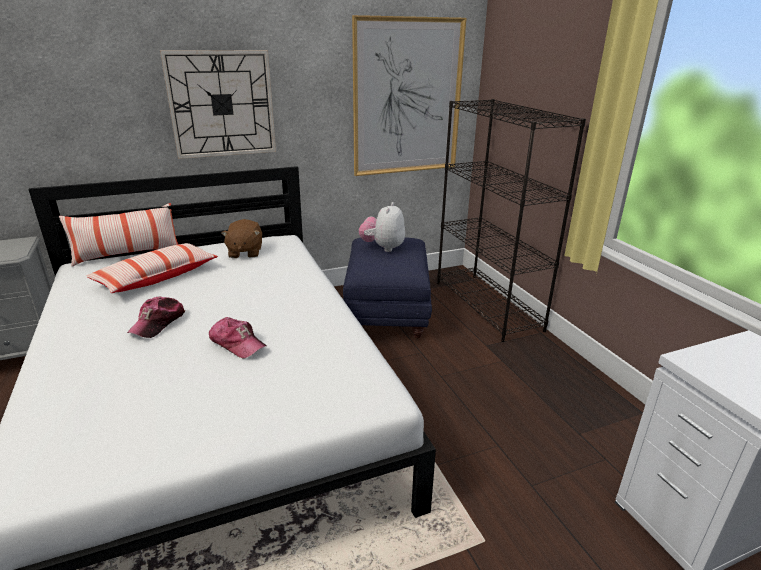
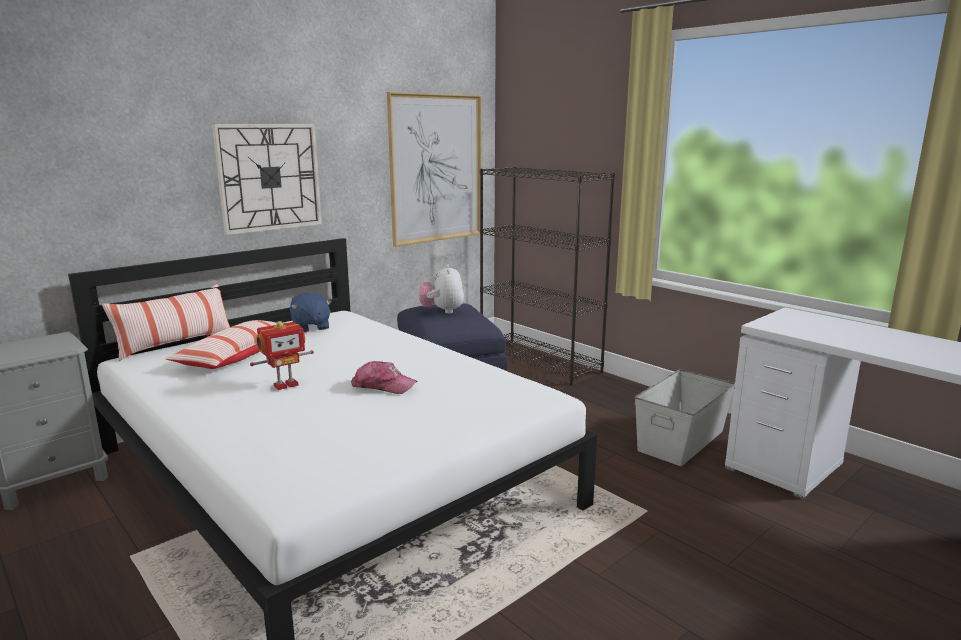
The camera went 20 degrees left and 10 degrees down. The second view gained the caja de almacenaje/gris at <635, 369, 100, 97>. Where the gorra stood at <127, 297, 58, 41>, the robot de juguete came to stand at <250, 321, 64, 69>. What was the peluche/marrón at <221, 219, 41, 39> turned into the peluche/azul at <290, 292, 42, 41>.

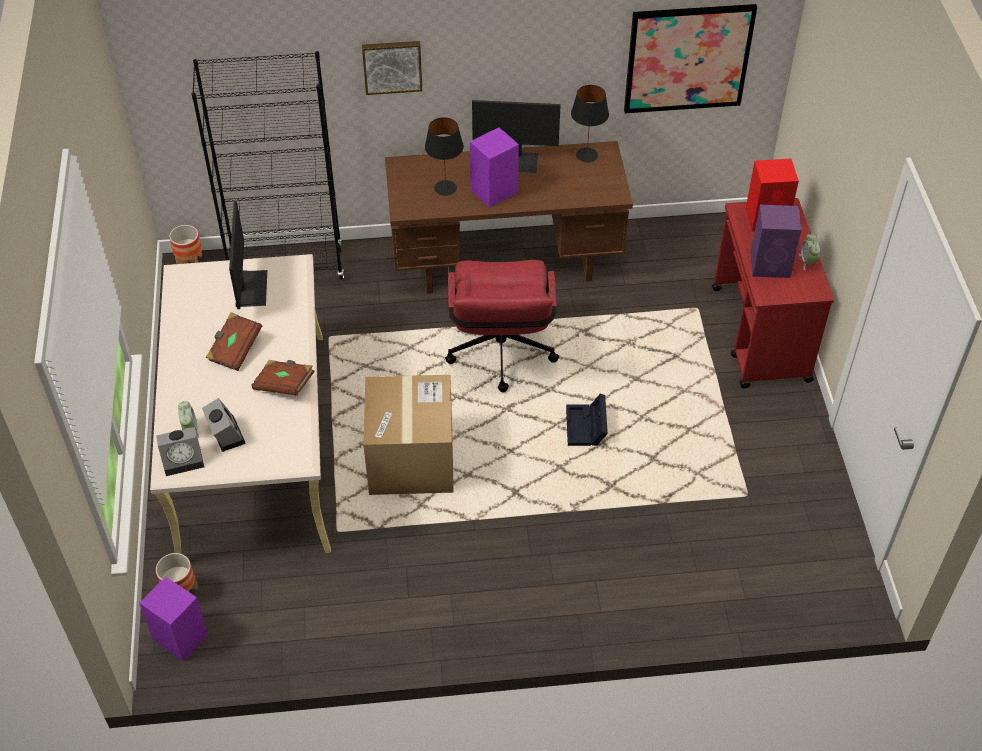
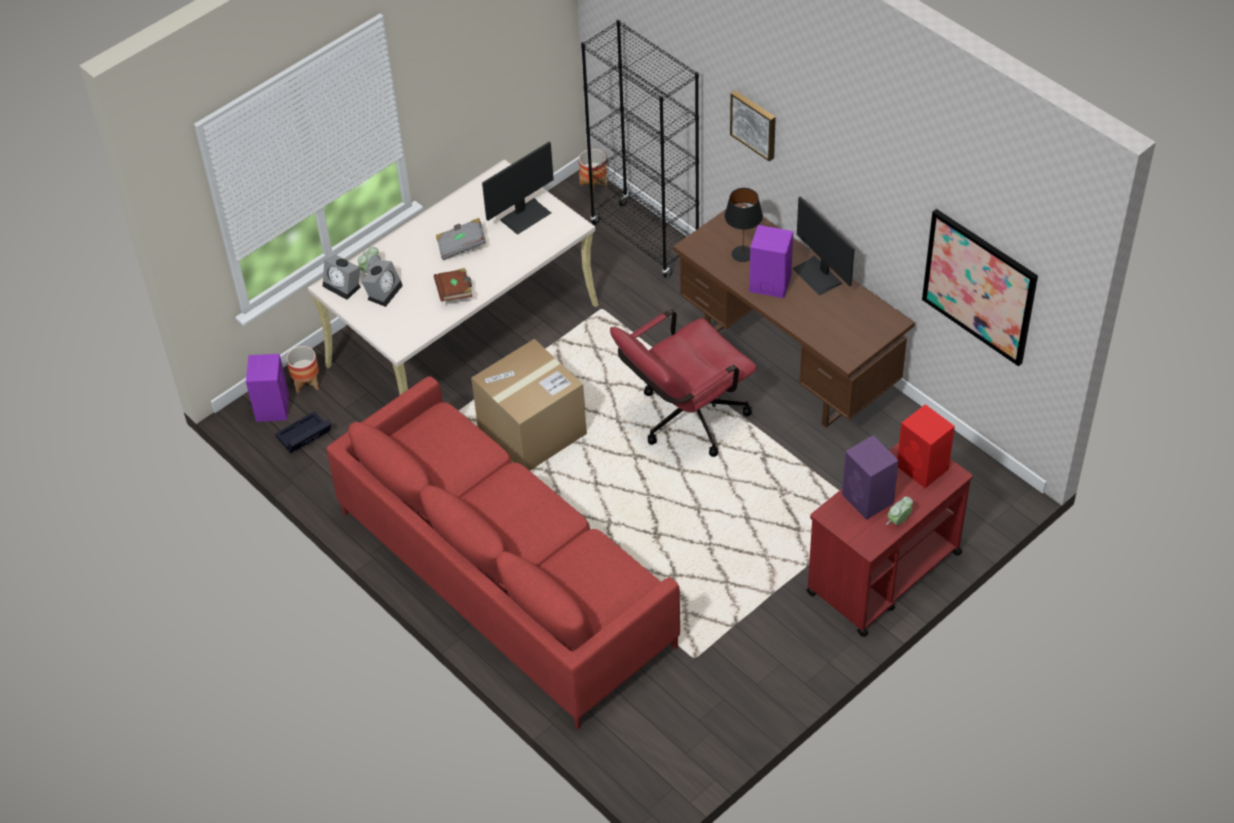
The camera went 55 degrees right and 0 degrees up. The second view lost the lámpara de mesa/negro at <571, 85, 38, 77>. The second view gained the sofá/rojo at <326, 376, 354, 353>. The caja de almacenaje/negro ended up elsewhere, having gone from <566, 394, 42, 52> to <275, 411, 57, 42>. What was the libro/marrón at <206, 312, 56, 59> turned into the libro/gris at <436, 218, 50, 43>.

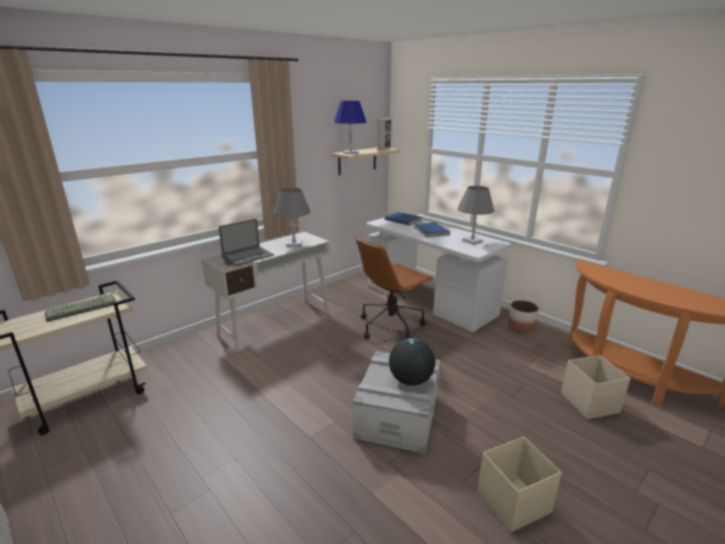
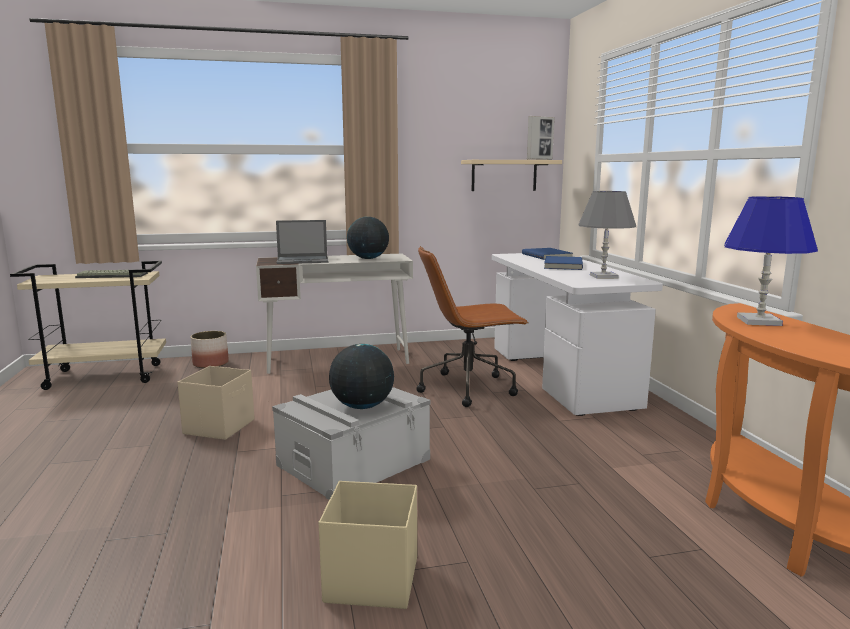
The camera went 30 degrees right and 10 degrees down. The lámpara de mesa/azul ended up elsewhere, having gone from <334, 101, 33, 53> to <724, 196, 94, 130>. The maceta ended up elsewhere, having gone from <508, 300, 31, 33> to <191, 331, 38, 37>. The caja de almacenaje/beis ended up elsewhere, having gone from <561, 355, 69, 64> to <177, 366, 77, 74>. Where the lámpara de mesa/gris stood at <274, 188, 37, 59>, the globo terráqueo came to stand at <347, 217, 42, 42>.

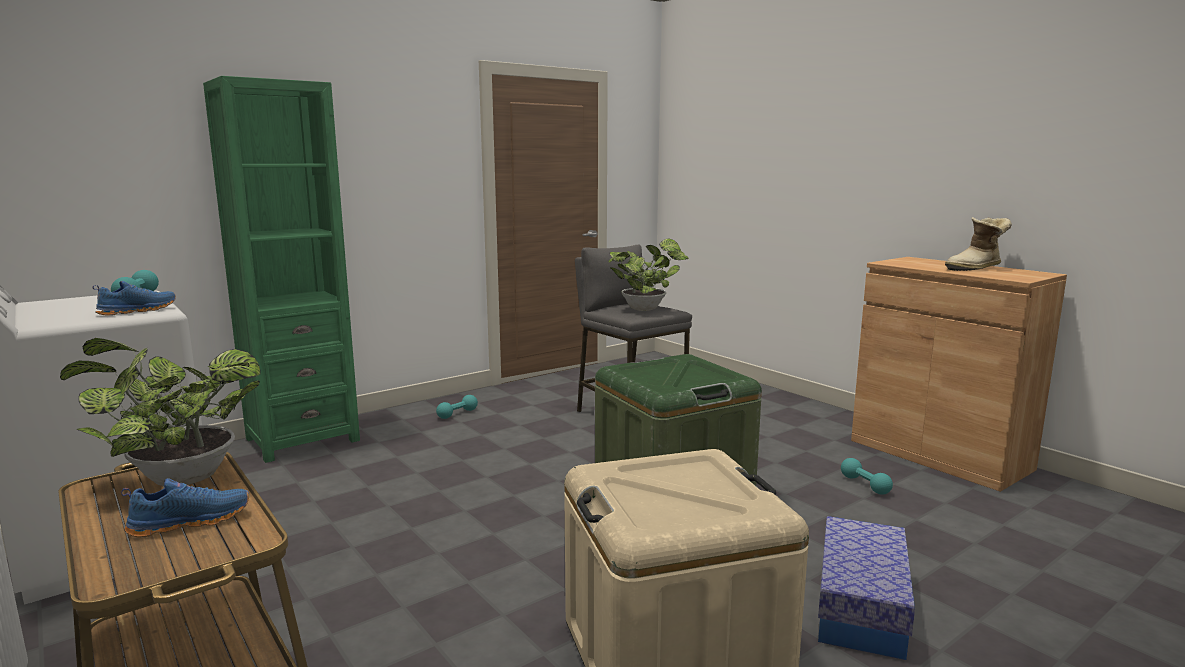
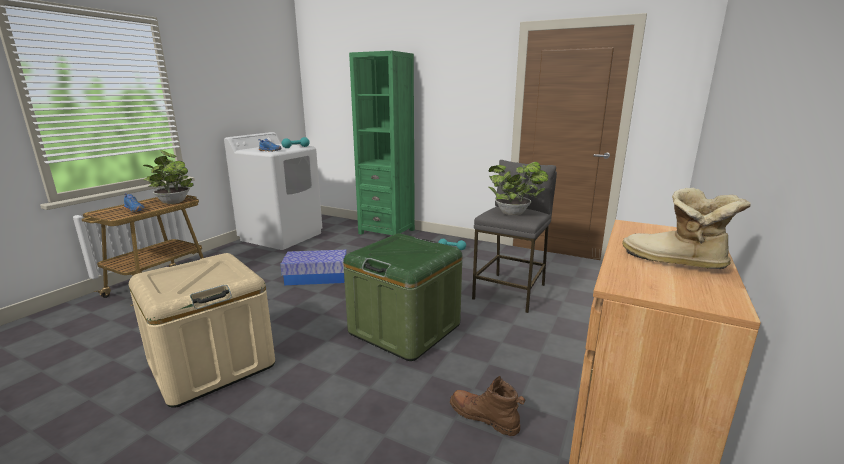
The camera went 65 degrees right and 5 degrees up. The caja de almacenaje ended up elsewhere, having gone from <818, 516, 97, 144> to <280, 250, 67, 35>. Where the mancuerna/turquesa stood at <841, 458, 52, 37>, the bota/marrón came to stand at <450, 376, 75, 60>.

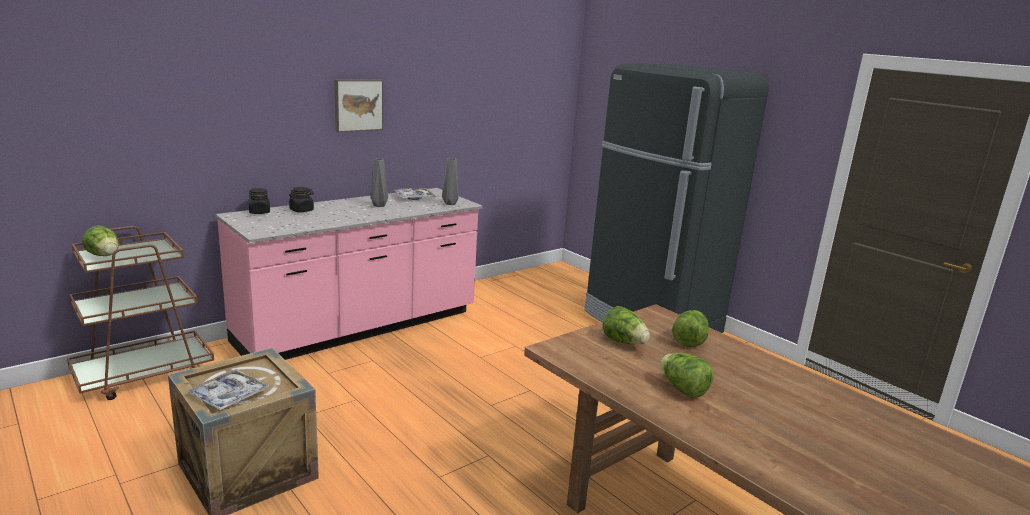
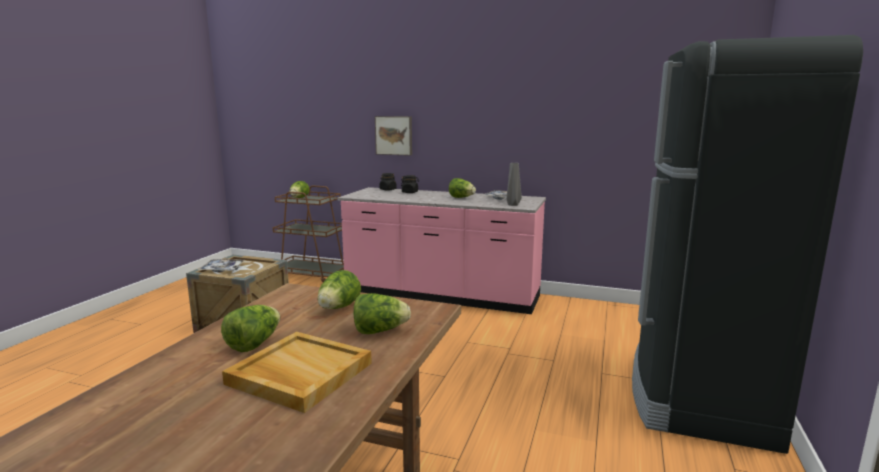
The camera went 60 degrees right and 5 degrees down. The second view gained the bandeja/beis at <222, 332, 150, 81>. The cuadro ended up elsewhere, having gone from <334, 79, 49, 53> to <375, 116, 37, 40>. Where the florero/gris stood at <371, 158, 17, 49>, the lechuga came to stand at <449, 178, 27, 20>.

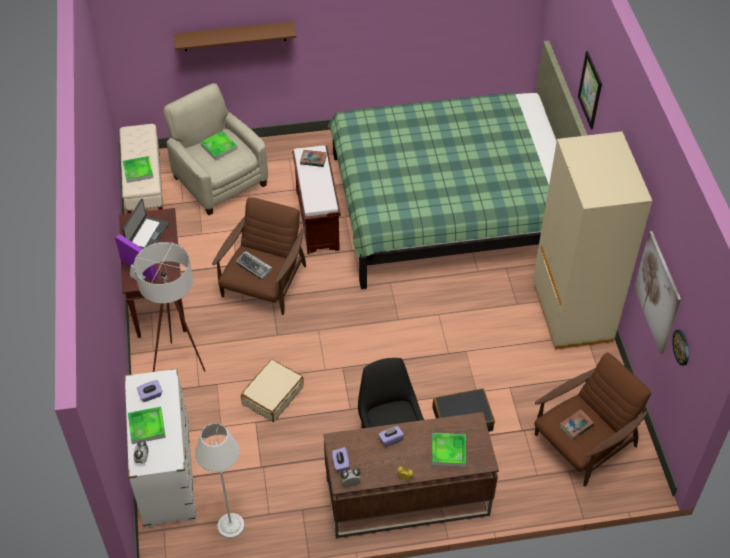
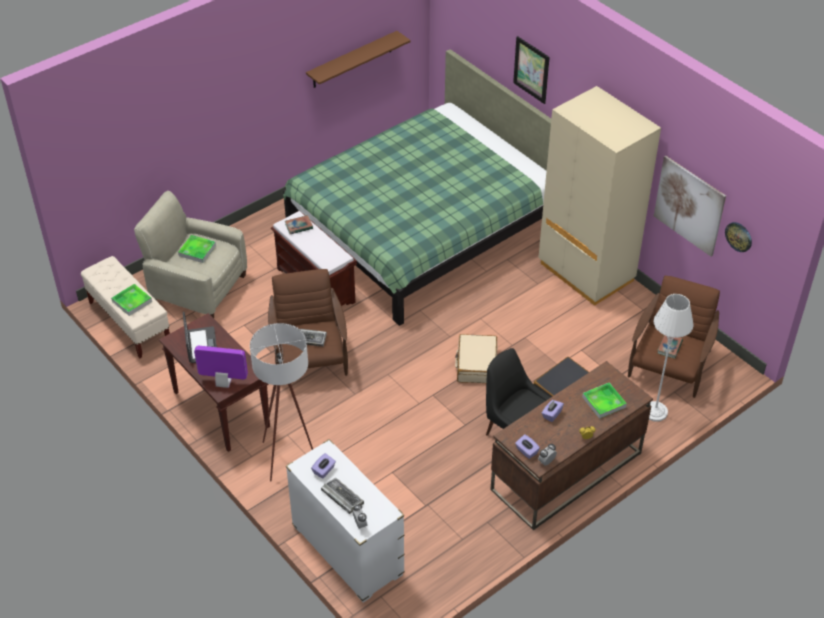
The camera went 30 degrees left and 5 degrees down. The estante/marrón ended up elsewhere, having gone from <174, 21, 122, 30> to <306, 31, 105, 57>. The lámpara de pie/blanco ended up elsewhere, having gone from <195, 423, 50, 116> to <649, 294, 45, 128>. The maleta/beis ended up elsewhere, having gone from <241, 359, 63, 63> to <455, 334, 43, 49>. Where the bandeja stood at <128, 407, 38, 37>, the teclado came to stand at <321, 478, 43, 36>.

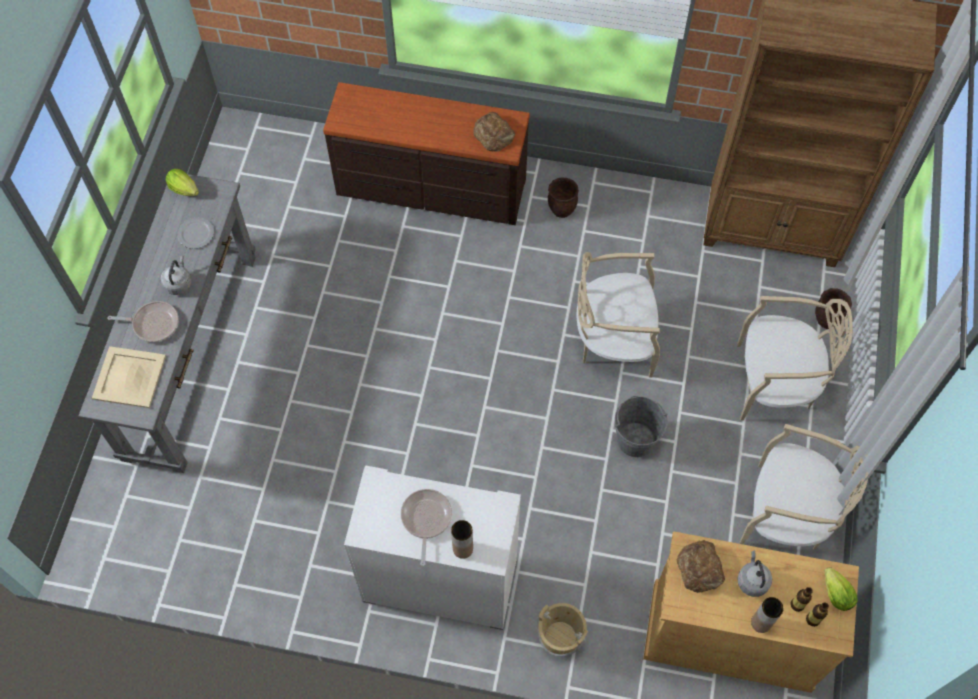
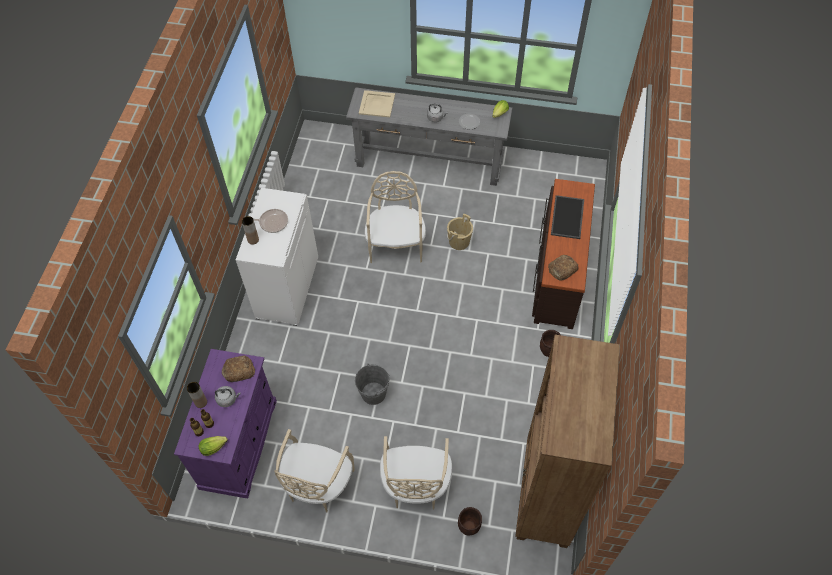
The camera went 90 degrees right and 5 degrees down. The second view lost the sartén at <107, 301, 72, 41>. The second view gained the bandeja at <551, 195, 33, 44>. The cubo/beis ended up elsewhere, having gone from <537, 603, 51, 54> to <447, 214, 26, 36>. The silla/beis ended up elsewhere, having gone from <577, 252, 83, 126> to <364, 171, 62, 92>. What was the armario/beis at <643, 531, 216, 162> turned into the armario/morado at <174, 349, 103, 149>.

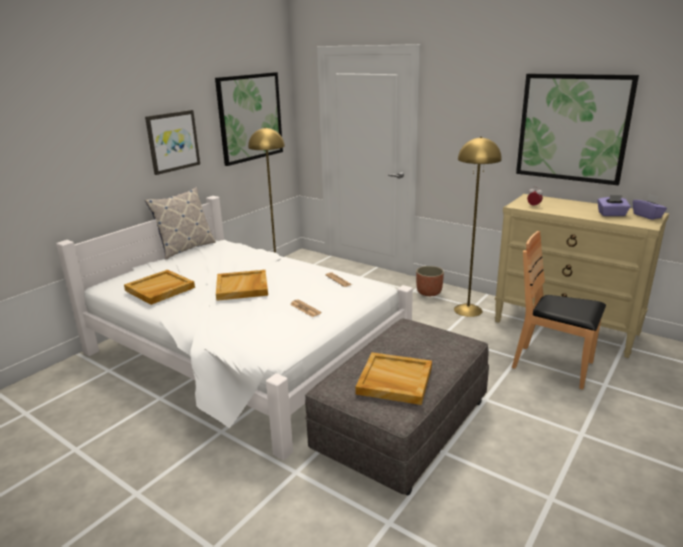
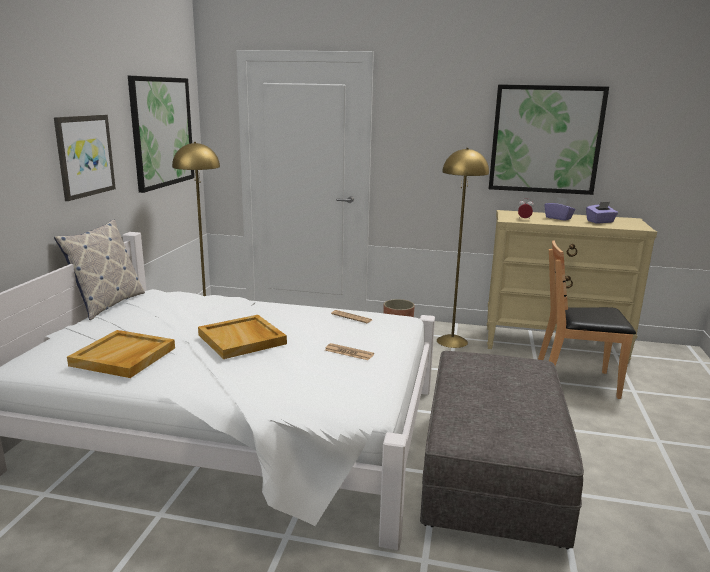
The camera went 25 degrees left and 5 degrees down. The second view lost the bandeja/beis at <355, 352, 77, 53>. The caja de pañuelos/morado ended up elsewhere, having gone from <633, 194, 34, 26> to <544, 197, 31, 24>.

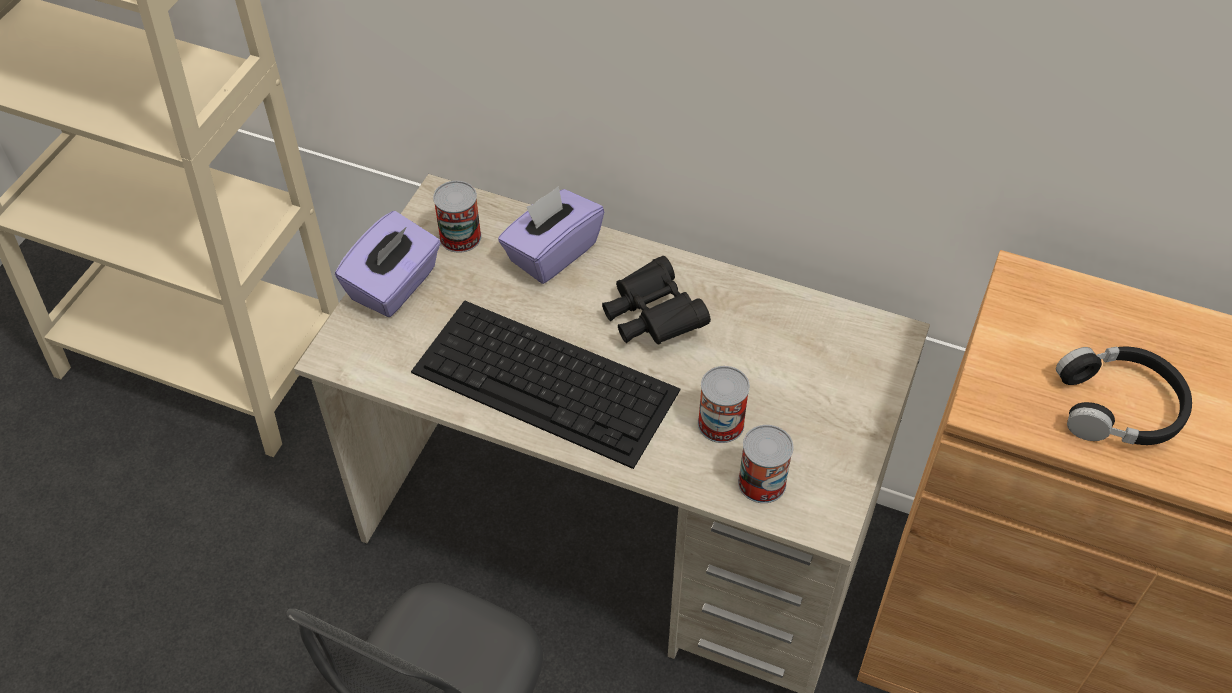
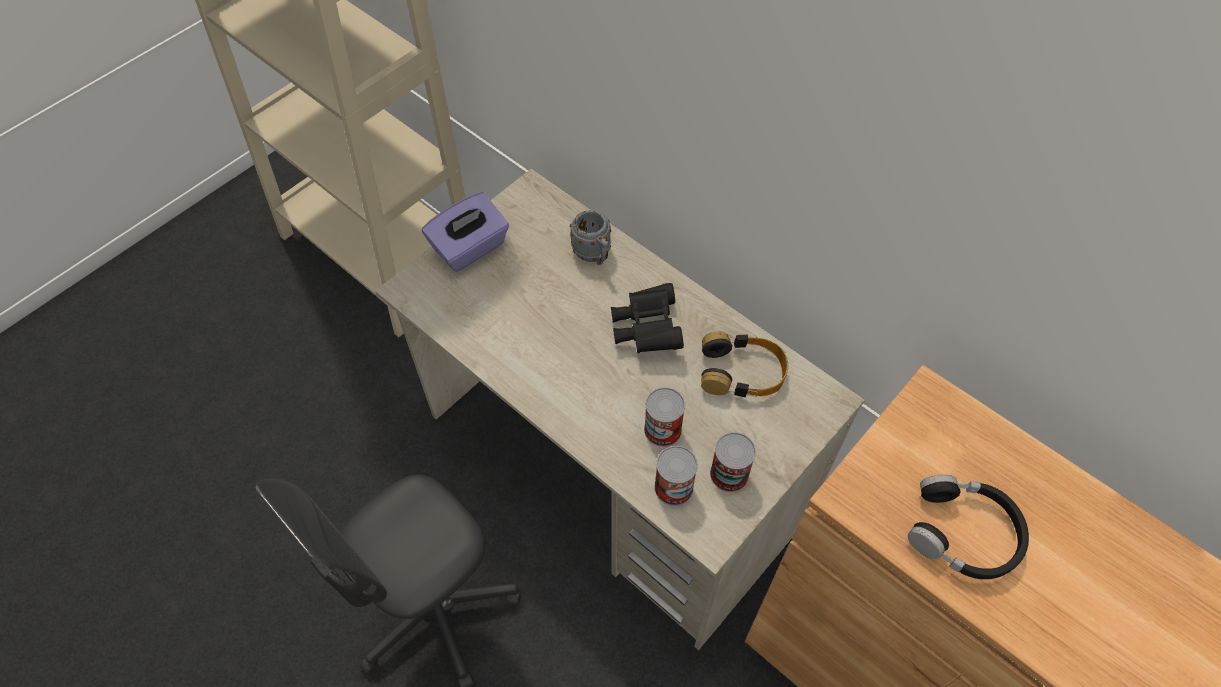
The camera went 20 degrees right and 5 degrees up. The second view lost the teclado at <411, 300, 269, 169>. The second view gained the auriculares at <701, 332, 87, 65>. The lata ended up elsewhere, having gone from <433, 181, 49, 72> to <710, 432, 46, 60>. Where the caja de pañuelos/morado stood at <498, 186, 106, 98>, the taza grande/gris came to stand at <570, 210, 41, 55>.

